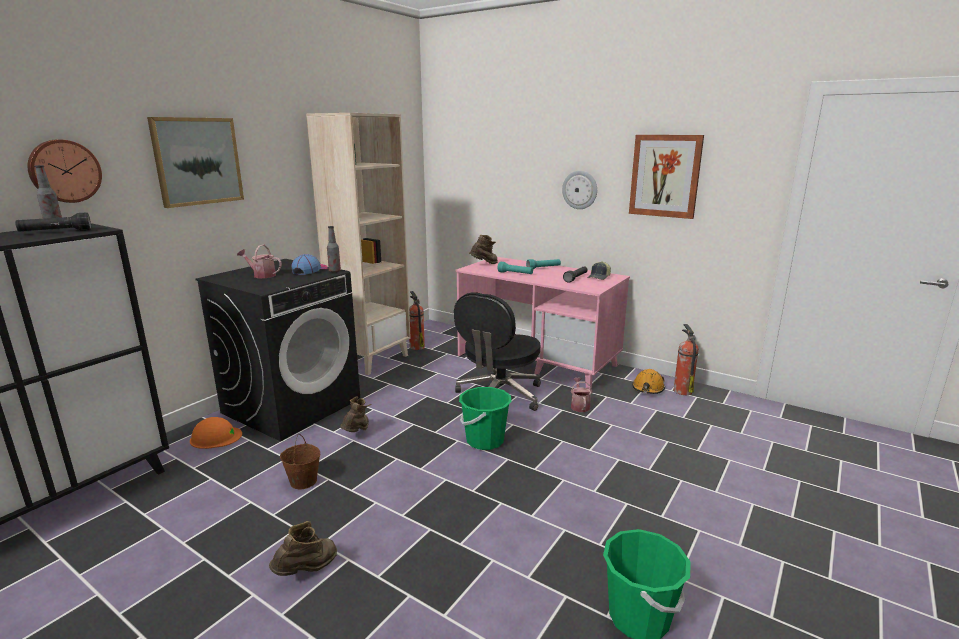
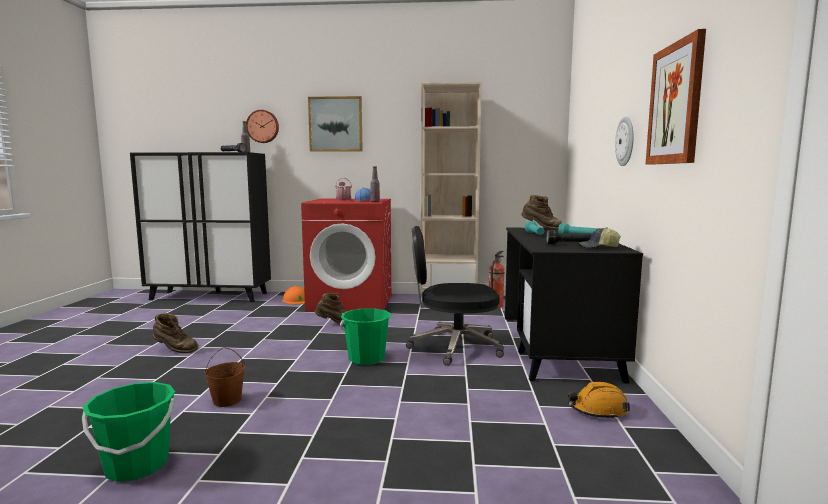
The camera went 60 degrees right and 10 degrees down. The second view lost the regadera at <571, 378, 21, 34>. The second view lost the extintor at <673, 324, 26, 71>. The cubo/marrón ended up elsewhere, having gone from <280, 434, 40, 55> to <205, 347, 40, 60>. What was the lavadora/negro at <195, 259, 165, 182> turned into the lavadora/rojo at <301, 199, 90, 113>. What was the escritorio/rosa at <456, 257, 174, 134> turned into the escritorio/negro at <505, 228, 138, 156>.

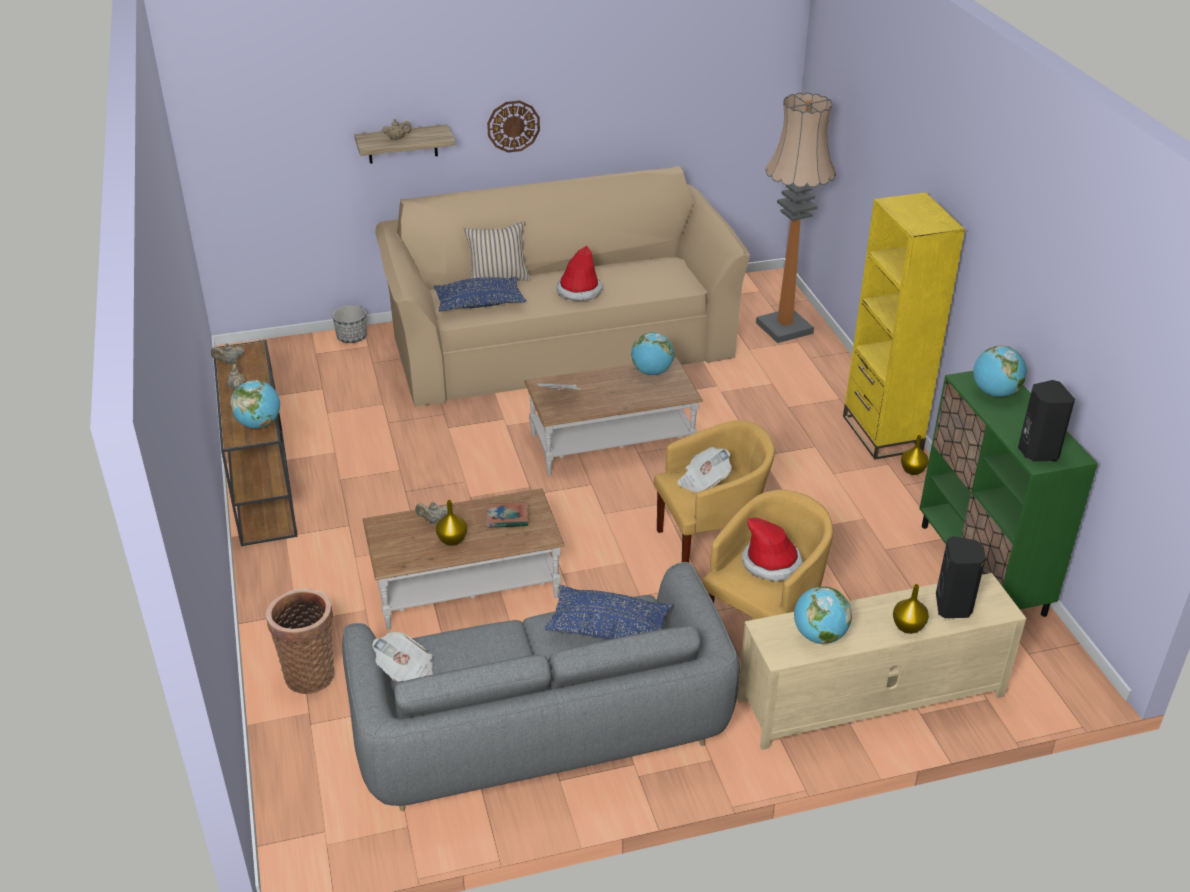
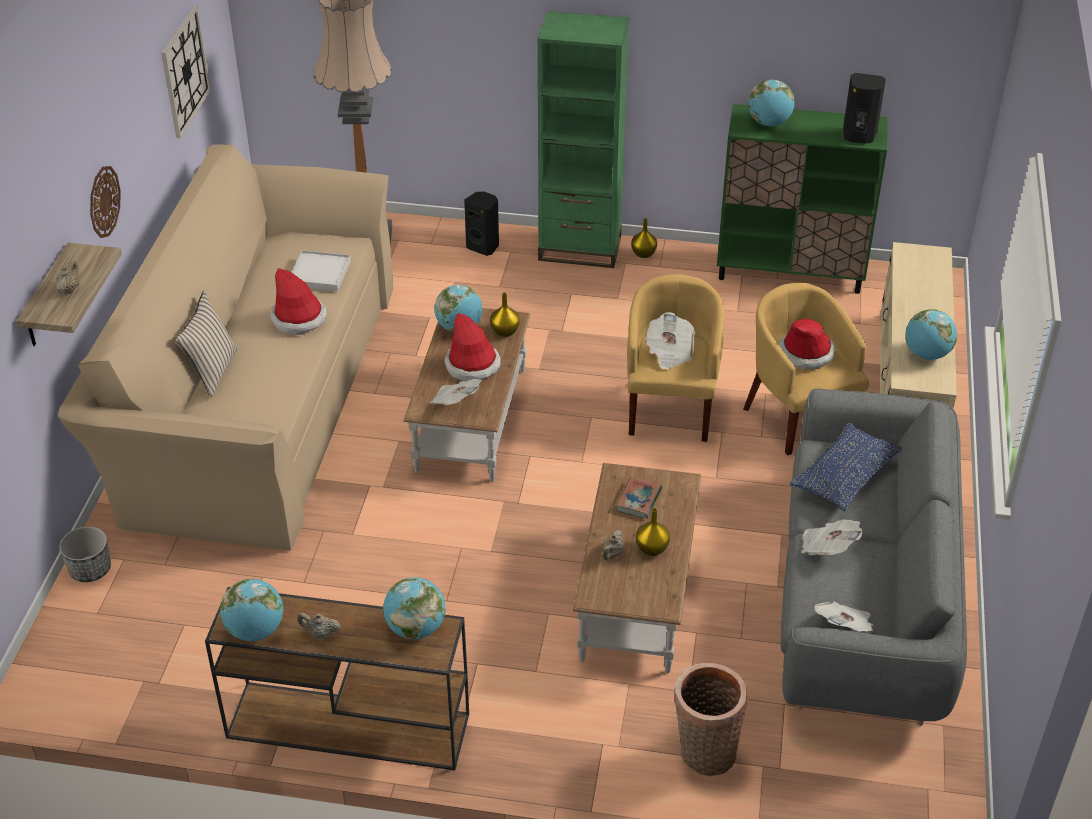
The camera went 65 degrees left and 5 degrees up. The second view lost the cojín/azul at <433, 277, 93, 35>. The second view gained the reloj de pared at <161, 6, 50, 133>. The second view gained the bandeja/blanco at <292, 250, 59, 41>. The second view gained the sombrero at <444, 313, 57, 68>. The second view gained the periódico at <801, 519, 62, 36>. The florero/amarillo ended up elsewhere, having gone from <893, 584, 36, 50> to <490, 292, 30, 45>. The altavoz/negro ended up elsewhere, having gone from <936, 536, 50, 82> to <464, 192, 35, 64>. Where the tetera/beis stood at <211, 343, 33, 21>, the globo terráqueo came to stand at <220, 579, 64, 62>. What was the estantería/amarillo at <843, 192, 122, 268> turned into the estantería/verde at <538, 11, 91, 257>.

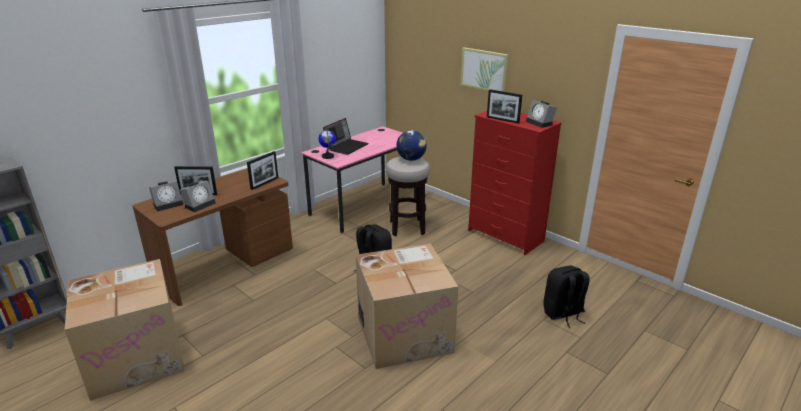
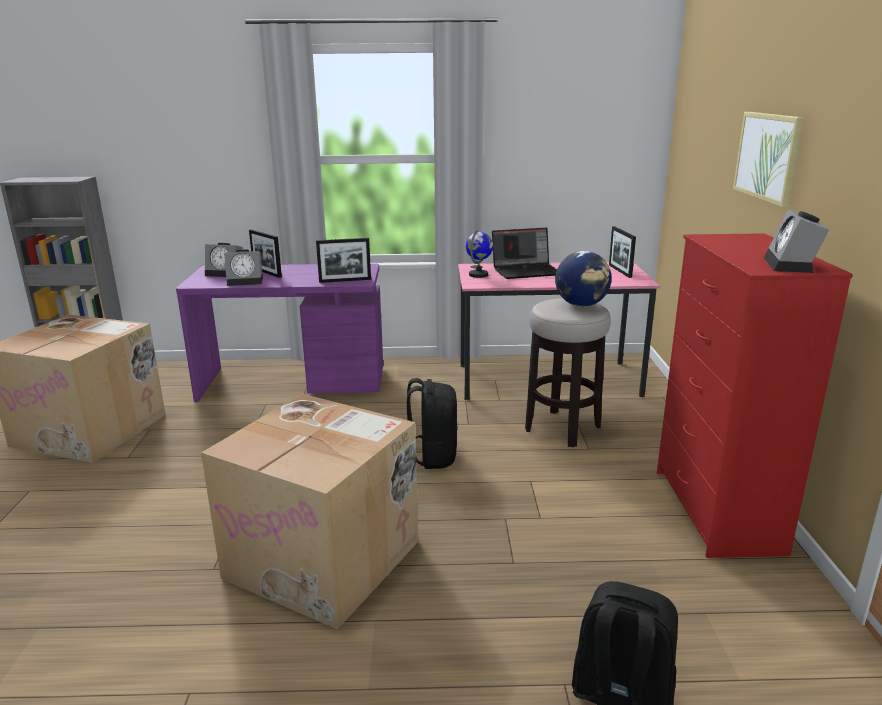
The camera went 45 degrees right and 5 degrees down. The portarretratos ended up elsewhere, having gone from <487, 89, 35, 35> to <609, 226, 27, 52>. What was the escritorio/marrón at <132, 168, 161, 138> turned into the escritorio/morado at <176, 263, 207, 139>.

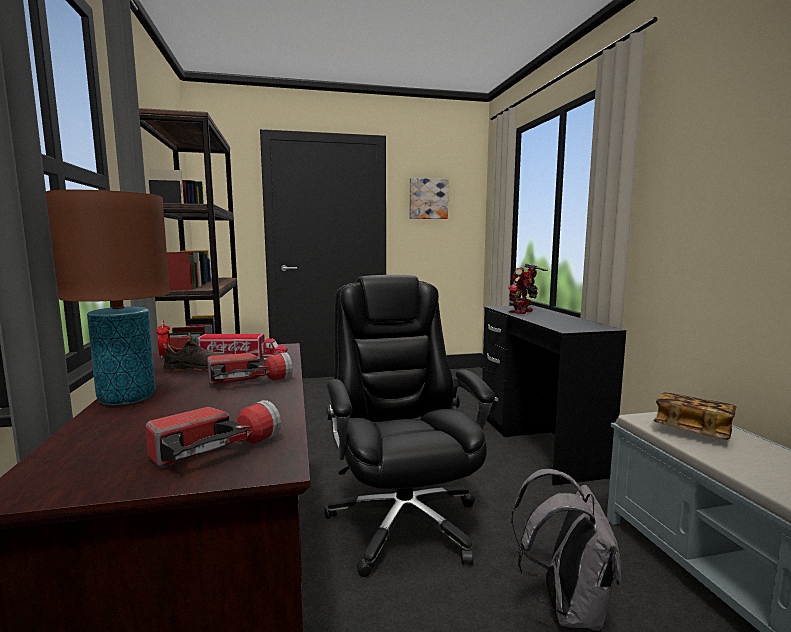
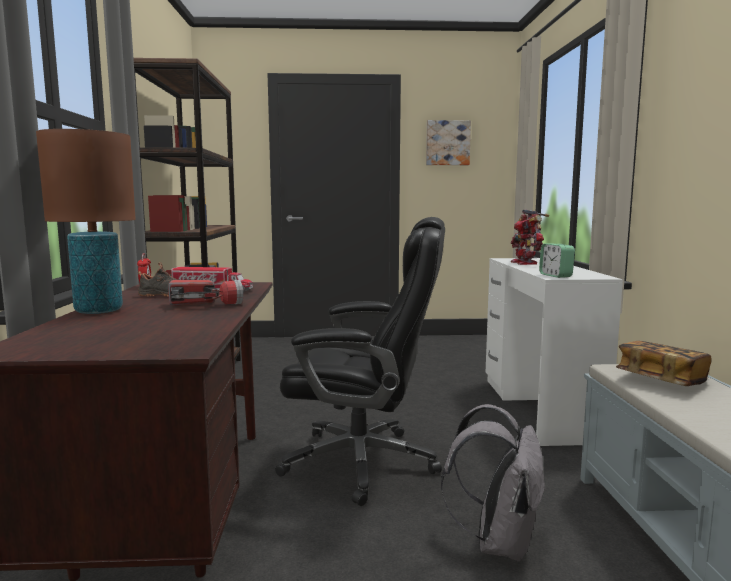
The camera went 10 degrees right and 0 degrees up. The second view lost the linterna at <146, 400, 135, 68>. The second view gained the despertador at <539, 243, 36, 35>. What was the escritorio/negro at <482, 305, 144, 181> turned into the escritorio/blanco at <486, 258, 137, 188>. The silla de oficina/negro at <324, 275, 171, 302> ended up facing another way, 105 degrees clockwise from before. The robot de juguete at <508, 263, 40, 51> ended up facing another way, 60 degrees counterclockwise from before.

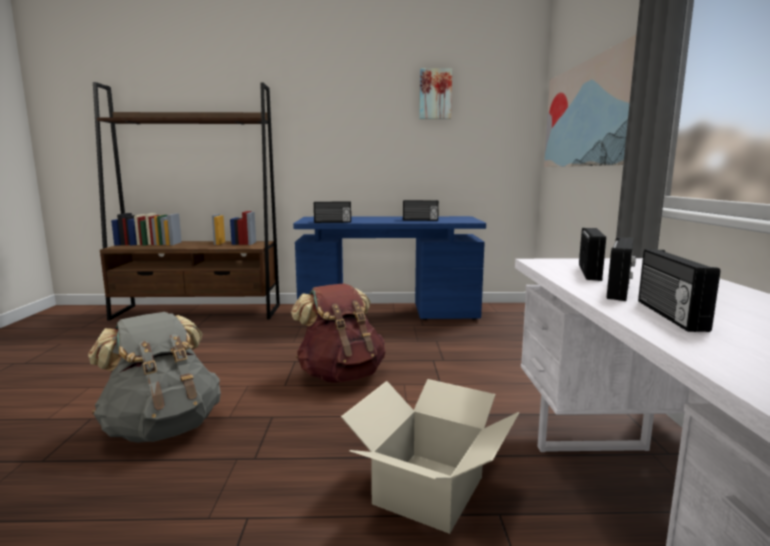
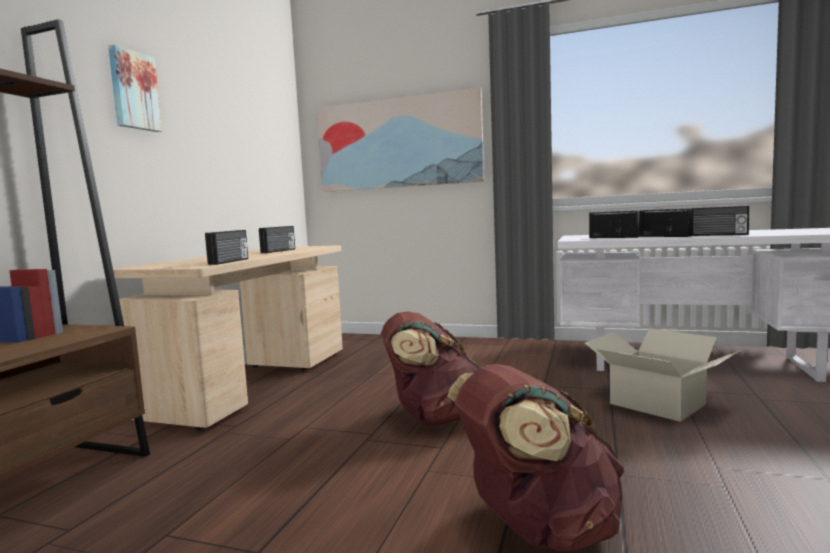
The camera went 70 degrees left and 5 degrees down. The cuadro ended up elsewhere, having gone from <419, 68, 33, 51> to <108, 44, 54, 88>. What was the mochila/gris at <88, 312, 133, 131> turned into the mochila/marrón at <448, 364, 177, 187>. What was the escritorio/azul at <293, 216, 193, 104> turned into the escritorio/beis at <113, 245, 230, 185>.

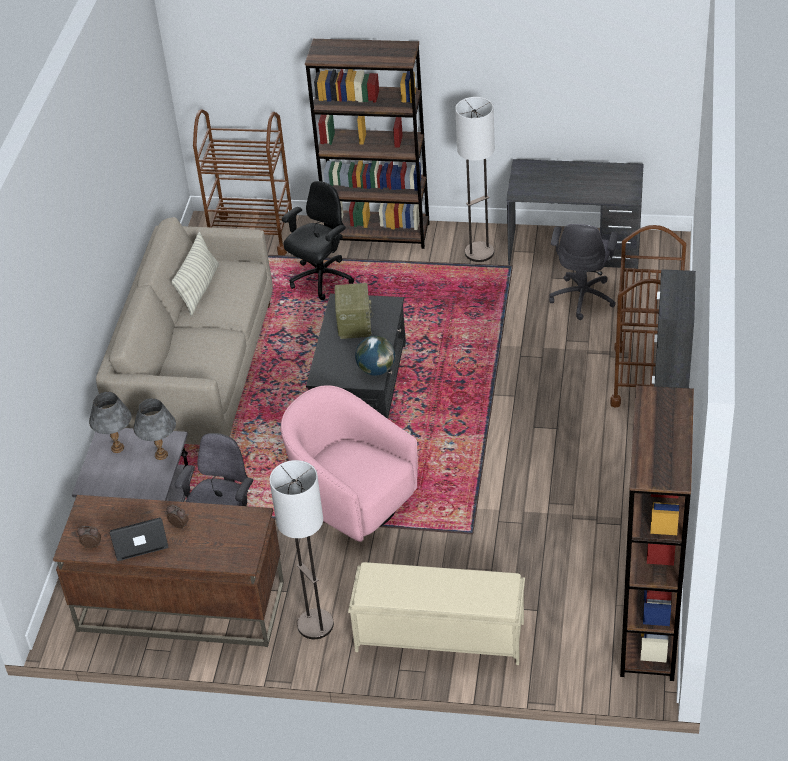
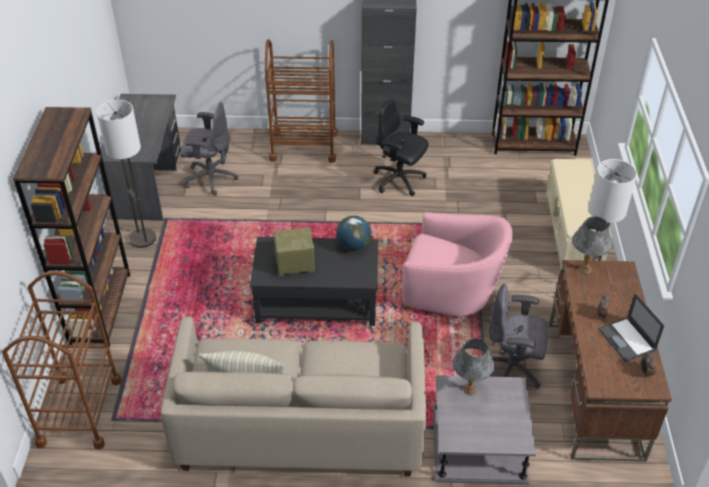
The camera went 100 degrees left and 0 degrees up. The lámpara de mesa/gris ended up elsewhere, having gone from <89, 392, 43, 61> to <572, 216, 40, 58>. The silla de oficina/negro ended up elsewhere, having gone from <282, 181, 72, 119> to <374, 99, 55, 97>. The sillón/rosa at <281, 385, 137, 157> ended up facing another way, 105 degrees counterclockwise from before.

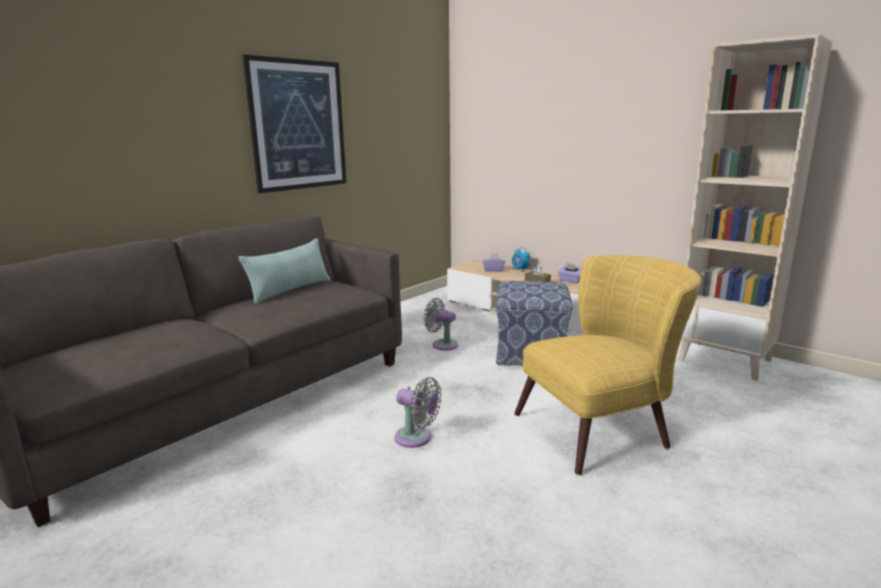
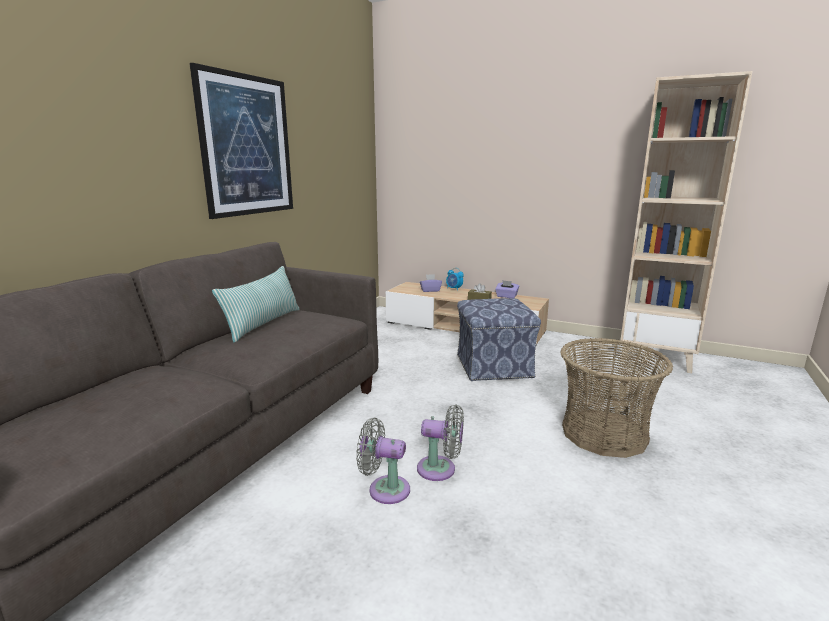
The camera went 15 degrees left and 0 degrees up. The ventilador/gris ended up elsewhere, having gone from <424, 298, 34, 53> to <356, 418, 54, 86>. Where the sillón/amarillo stood at <514, 255, 188, 220>, the cesta came to stand at <560, 338, 113, 120>.

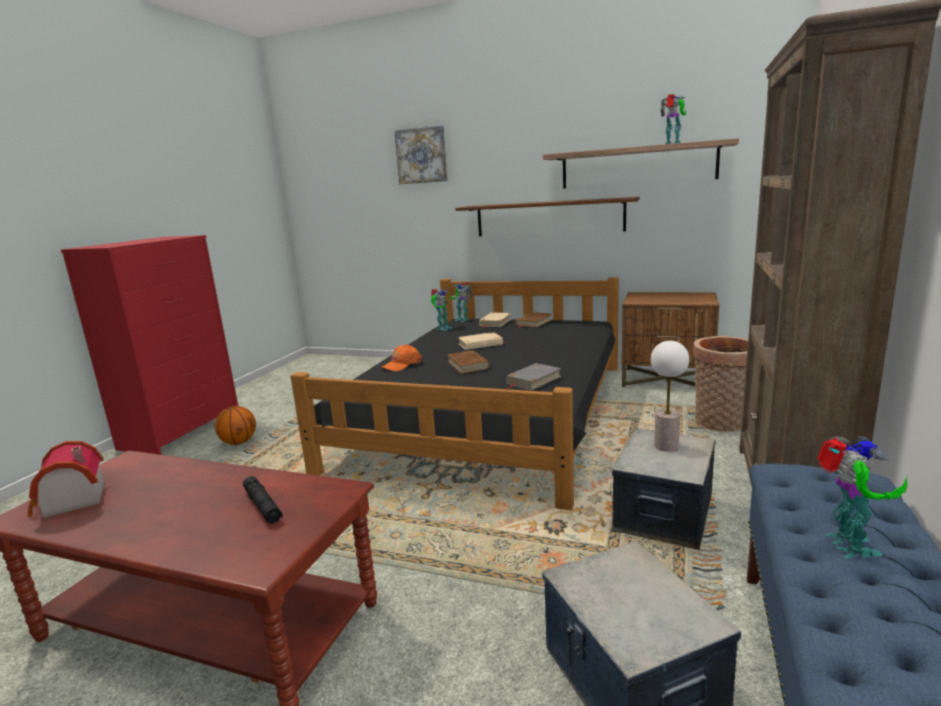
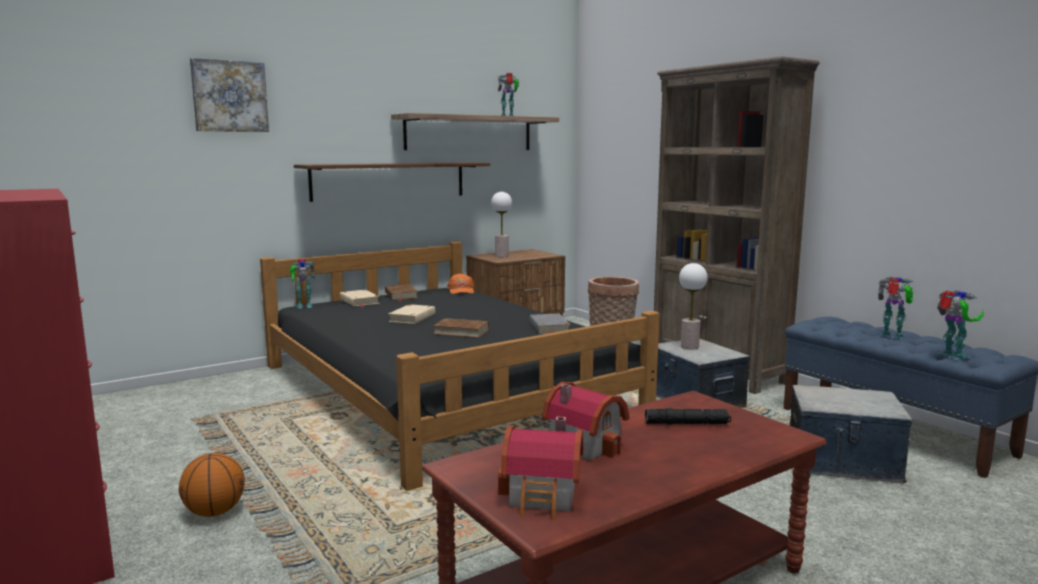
The camera went 55 degrees left and 5 degrees down. The second view gained the lámpara de mesa at <491, 192, 21, 65>. The second view gained the casita at <542, 382, 87, 78>. The gorra/naranja ended up elsewhere, having gone from <381, 344, 41, 27> to <447, 273, 27, 21>. The robot de juguete ended up elsewhere, having gone from <431, 289, 21, 42> to <937, 290, 47, 70>.

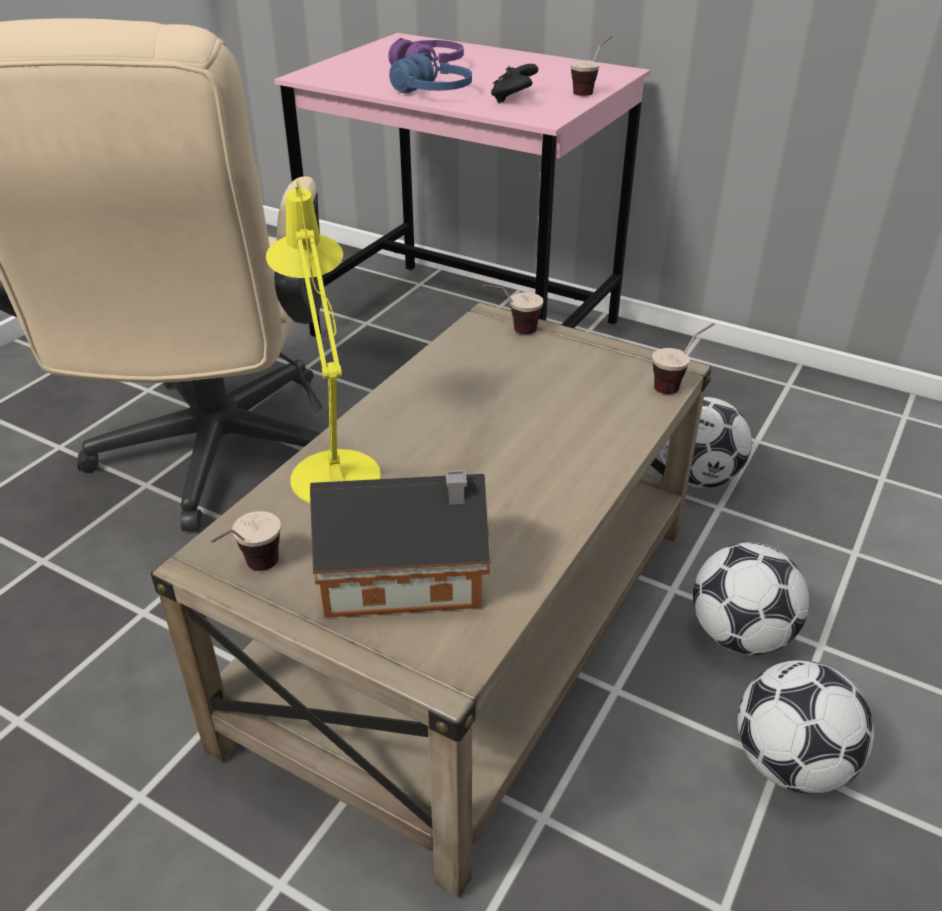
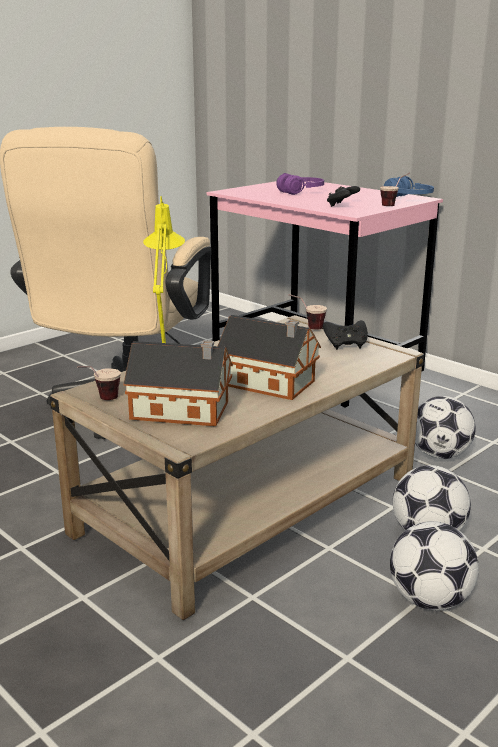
The camera went 15 degrees right and 15 degrees down. The second view lost the taza at <652, 323, 63, 71>. The second view gained the casita at <218, 315, 103, 85>. The second view gained the mando de consola/negro at <323, 320, 45, 30>. The auriculares/azul ended up elsewhere, having gone from <389, 52, 83, 41> to <384, 176, 50, 21>.

